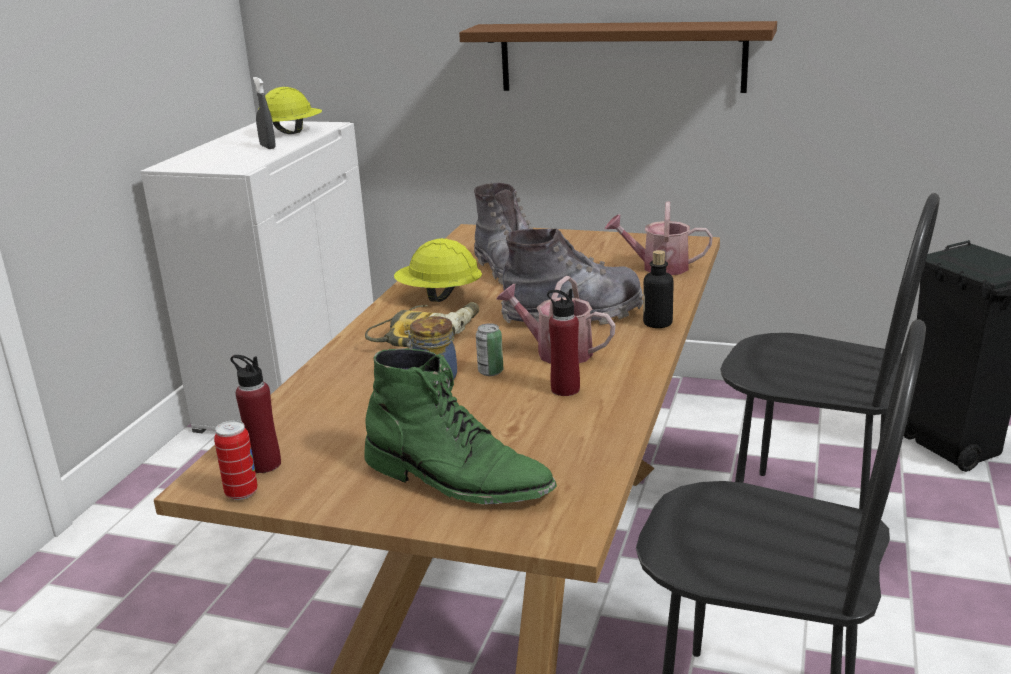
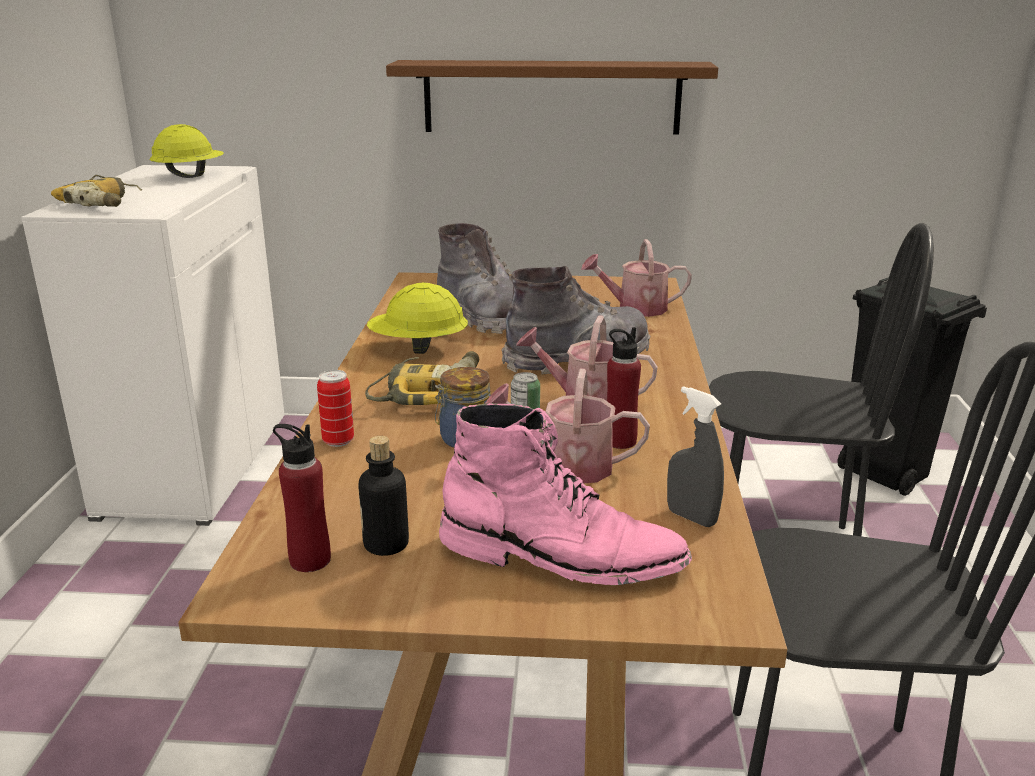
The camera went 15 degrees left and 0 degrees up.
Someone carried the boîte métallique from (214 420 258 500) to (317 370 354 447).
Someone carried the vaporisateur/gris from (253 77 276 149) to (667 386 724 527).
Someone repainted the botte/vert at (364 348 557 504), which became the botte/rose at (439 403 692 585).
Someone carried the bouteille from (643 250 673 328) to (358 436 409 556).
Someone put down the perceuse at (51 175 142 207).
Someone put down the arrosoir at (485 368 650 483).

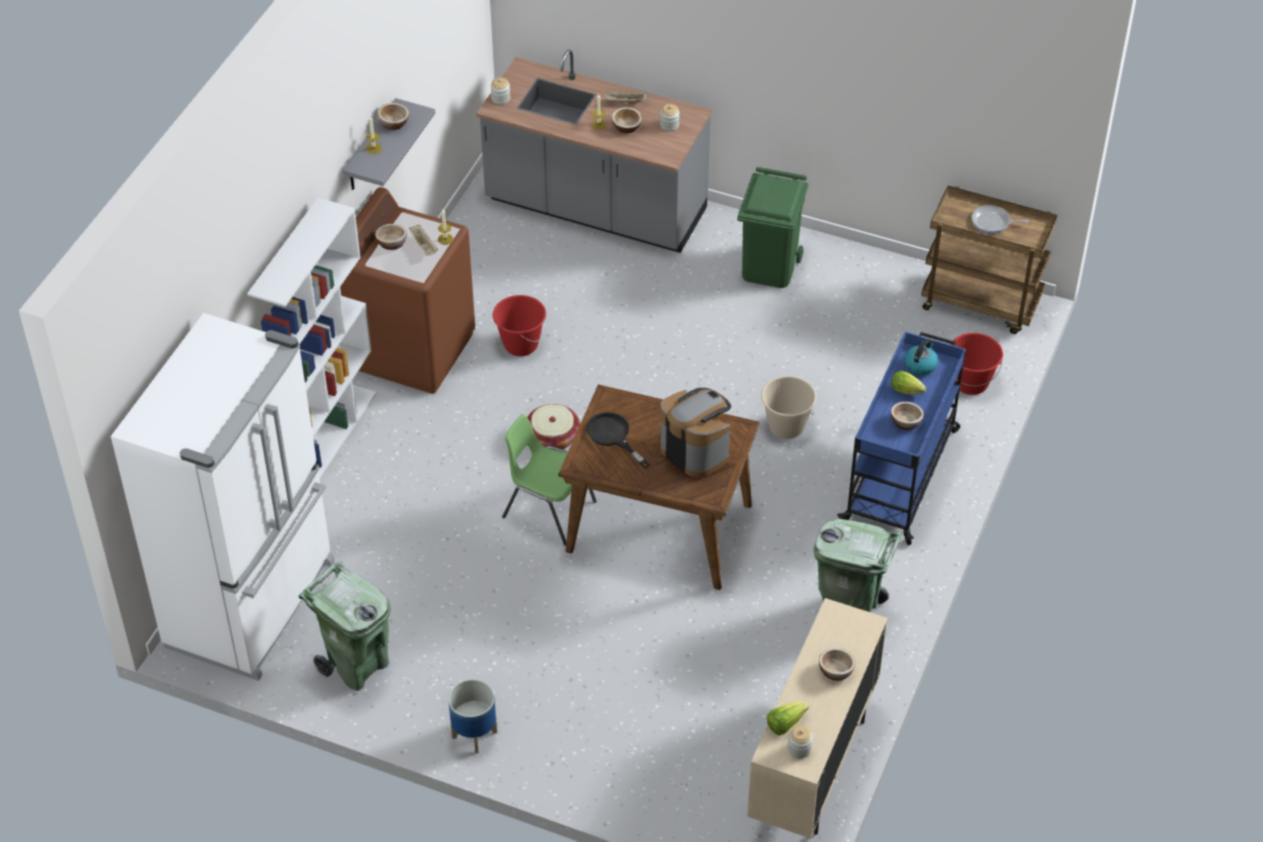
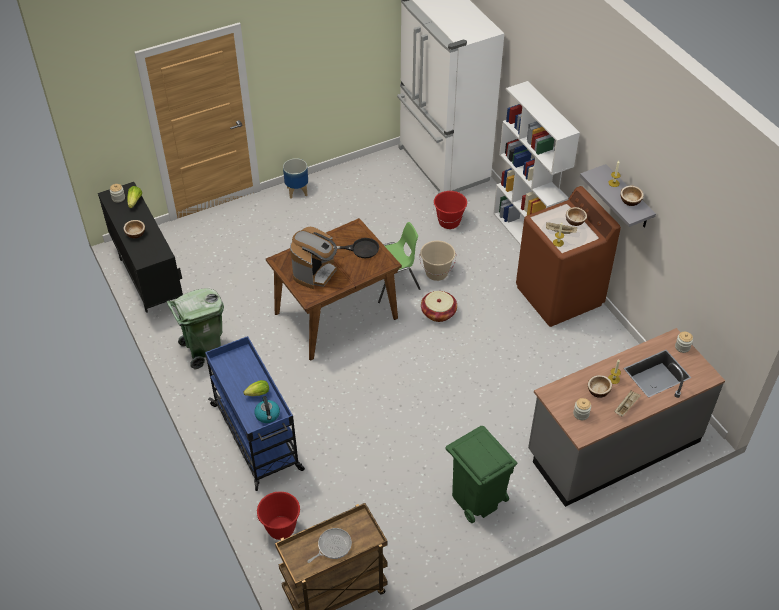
The camera went 130 degrees right and 0 degrees up.
Someone took away the poubelle/vert at (299 562 391 691).
Someone carried the seau/rouge from (493 295 546 356) to (433 191 467 229).
Someone rotated the machine à café at (660 388 732 478) by 60 degrees counterclockwise.
Someone repainted the meuble de rangement/beige at (747 598 888 839), which became the meuble de rangement/noir at (98 182 183 313).
Someone carried the seau/beige from (761 376 817 439) to (420 241 456 281).
Someone took away the bol at (891 402 924 430).

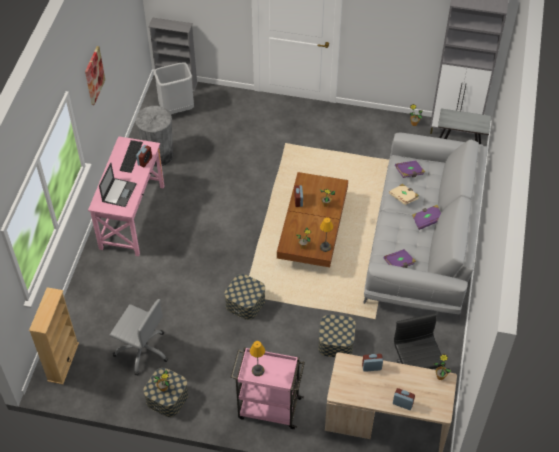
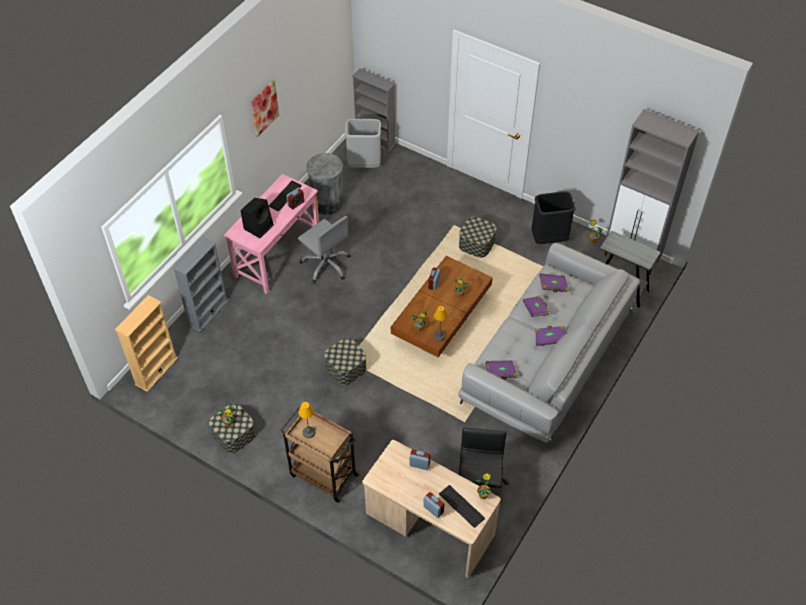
The camera went 20 degrees right and 0 degrees up.
Someone swapped the ordinateur portable at (99 163 136 207) for the enceinte/noir at (241 198 274 238).
Someone carried the chaise de bureau/gris from (110 299 168 375) to (298 216 350 284).
Someone repainted the chariot/rose at (231 347 305 429), which became the chariot/marron at (280 407 360 503).
Someone carried the boîte de rangement from (318 314 356 357) to (459 217 497 258).
Someone repainted the livre/beige at (389 184 419 205), which became the livre/violet at (523 295 550 317).
Someone put down the bibliothèque/gris at (173 236 228 332).
Someone put down the clavier at (439 485 485 528).
Someone put down the poubelle/noir at (531 191 576 244).

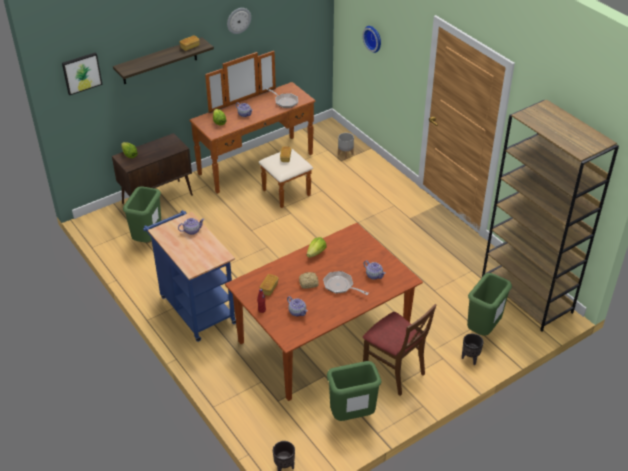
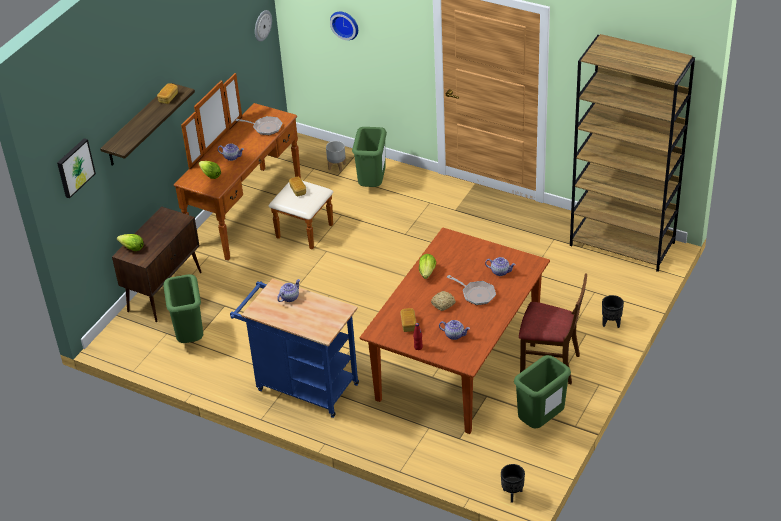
The camera went 25 degrees left and 0 degrees up.
Someone carried the horloge murale from (227 8 251 34) to (255 10 272 42).
Someone rotated the poêle at (323 271 369 295) by 150 degrees counterclockwise.
Someone carried the poubelle/vert from (467 273 512 336) to (352 127 387 187).

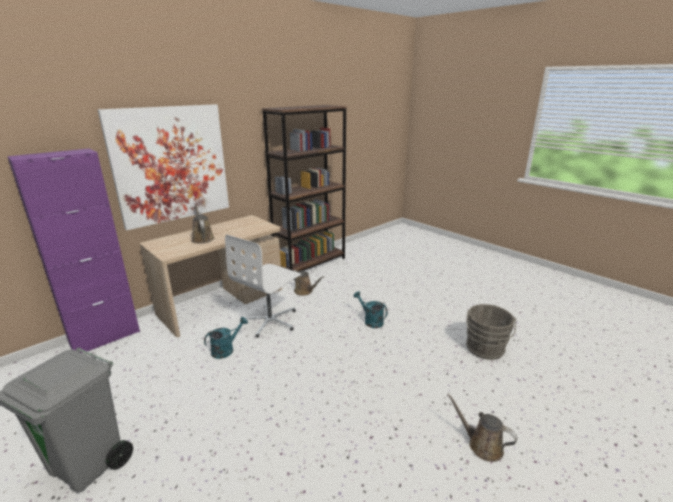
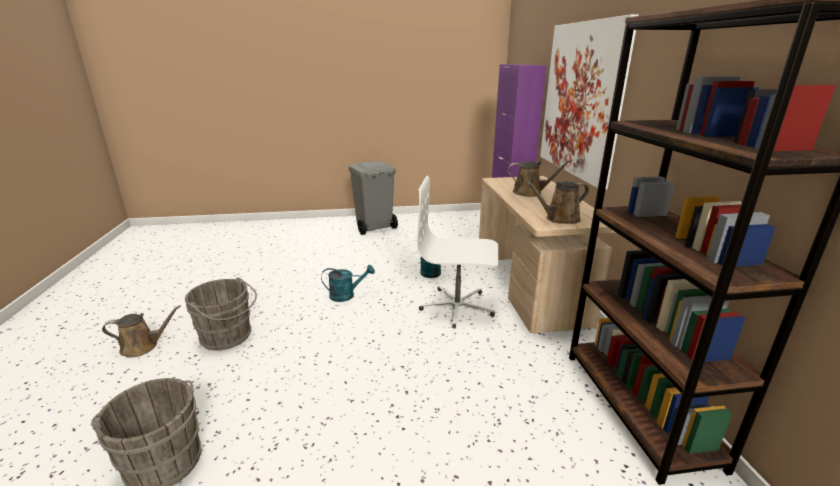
The camera went 125 degrees right and 0 degrees up.
Someone rotated the chaise de bureau/blanc at (225 235 301 338) by 60 degrees counterclockwise.
Someone carried the arrosoir/marron from (294 270 324 296) to (526 181 589 224).
Someone carried the arrosoir/turquoise from (354 291 388 328) to (321 265 375 302).
Someone put down the seau/gris at (185 277 257 351).

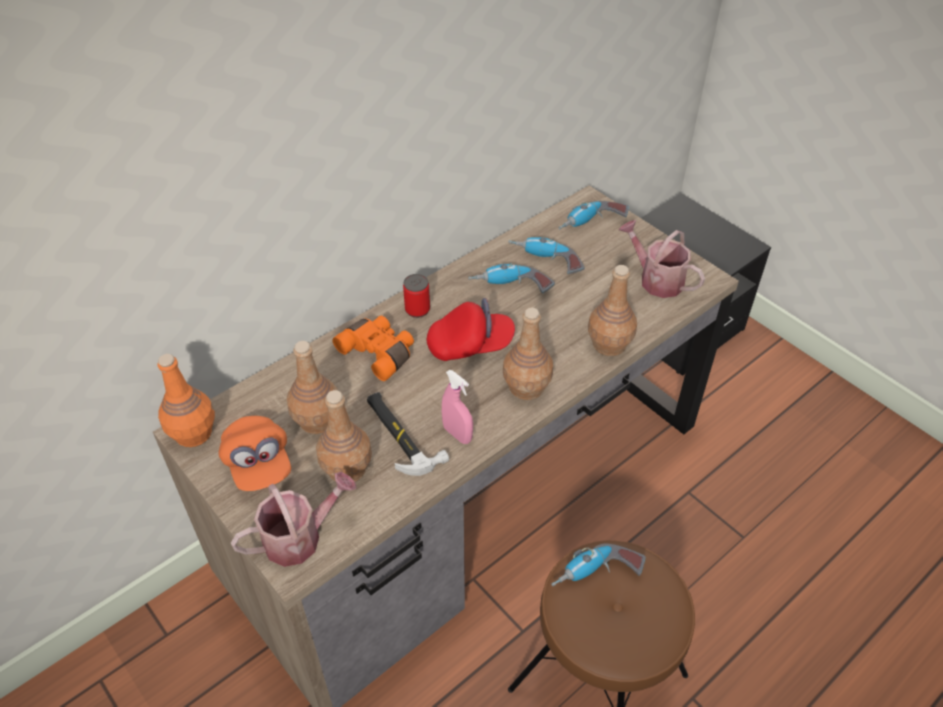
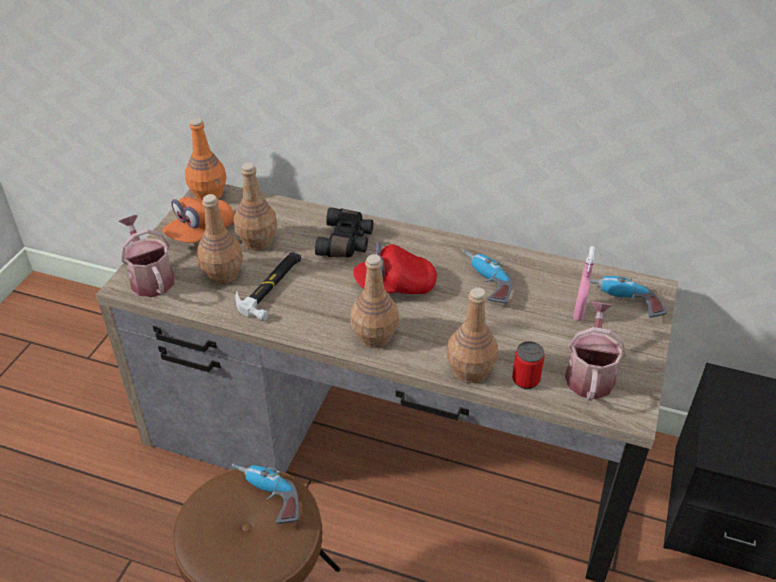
The camera went 60 degrees right and 5 degrees down.
Someone rotated the arrosoir at (231 472 356 567) by 150 degrees counterclockwise.
Someone repainted the jumelles/orange at (332 316 414 381), which became the jumelles/noir at (315 208 373 257).
Someone carried the boîte métallique from (403 274 430 318) to (512 341 544 389).
Someone rotated the casquette/rouge at (426 298 515 361) by 120 degrees clockwise.
Someone carried the vaporisateur/rose from (442 370 473 444) to (573 246 595 321).
Someone took away the perceuse at (508 237 585 274).

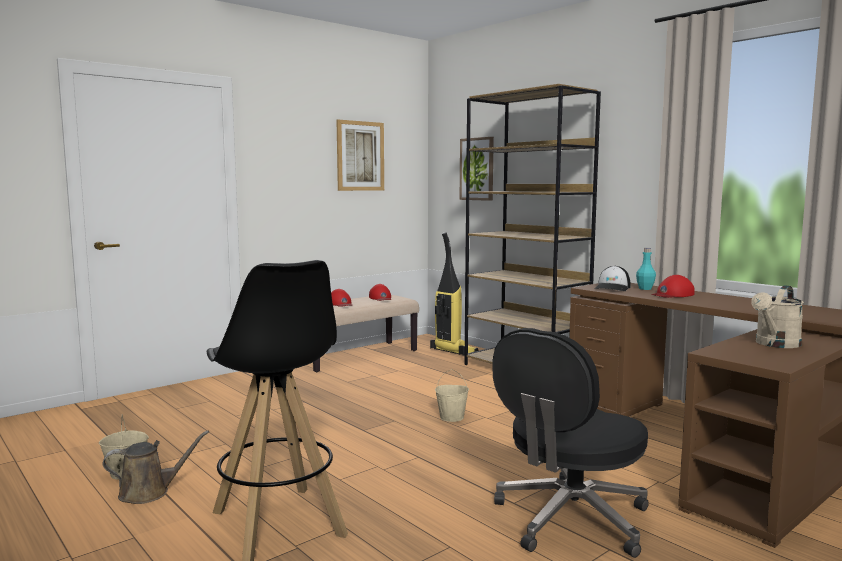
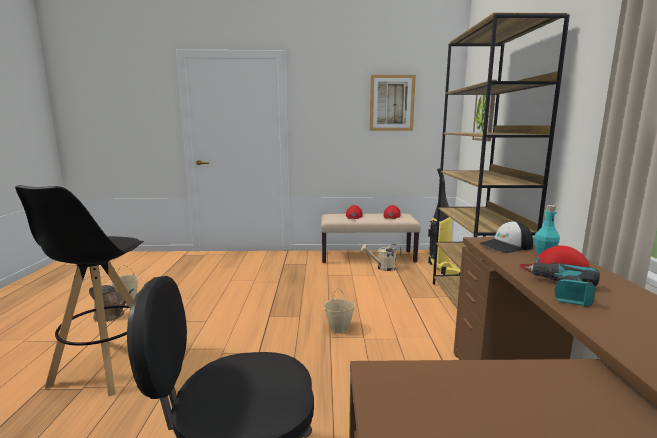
The camera went 40 degrees right and 5 degrees up.
Someone carried the arrosoir/beige from (751 285 804 348) to (361 244 401 271).
Someone put down the perceuse at (525 263 600 307).

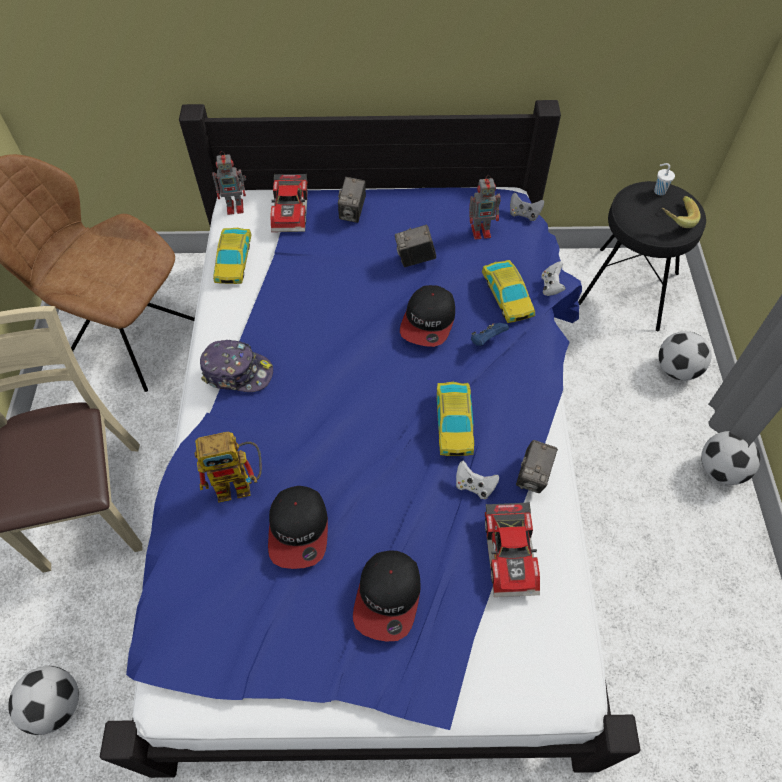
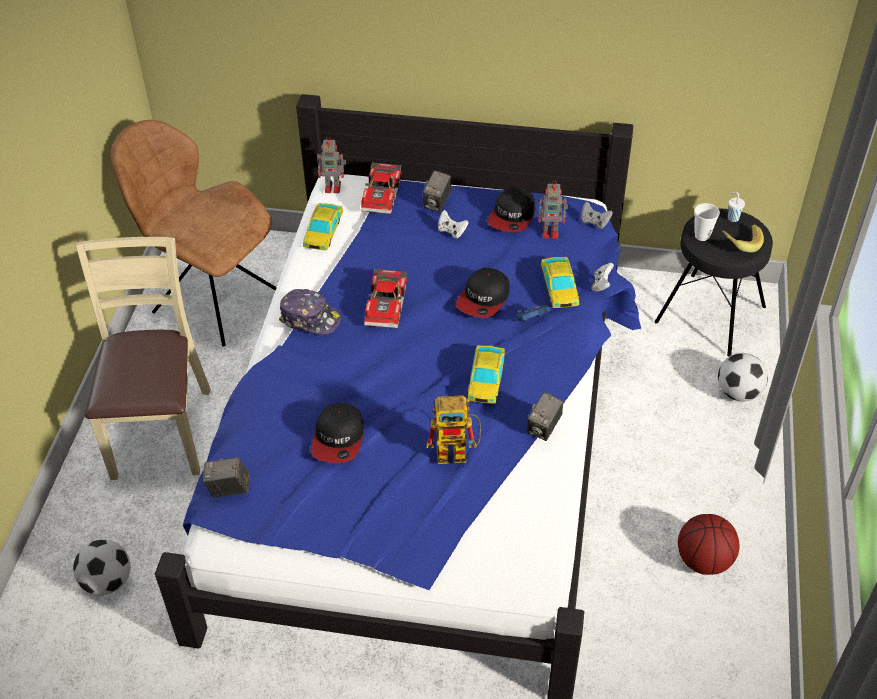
The camera went 10 degrees right and 10 degrees down.
Someone carried the robot jouet from (194 432 262 503) to (426 395 481 464).
Someone carried the casquette from (353 551 420 642) to (487 187 535 233).
Someone carried the appareil photo from (395 225 436 267) to (203 457 250 498).
Someone carried the manette/blanc from (456 461 499 499) to (438 210 469 238).
Someone carried the petite voiture from (485 502 540 597) to (364 269 407 328).
Someone took away the ballon de foot at (701 431 760 485).
Someone put down the ballon de basket at (678 514 740 575).
Someone put down the tasse at (694 203 720 241).

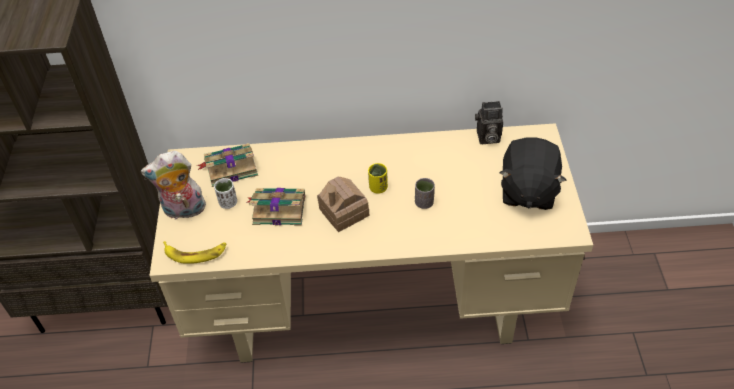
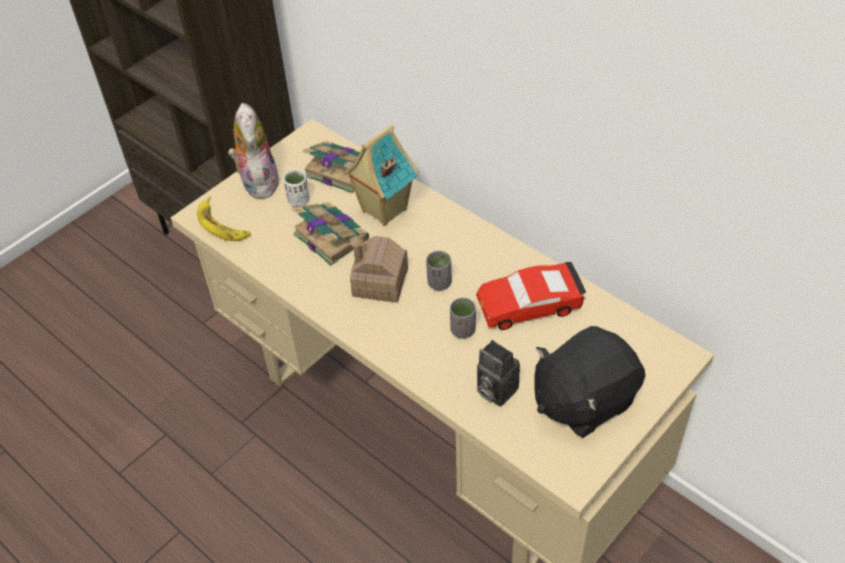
The camera went 45 degrees right and 0 degrees up.
Someone rotated the peluche at (141 151 206 219) by 45 degrees clockwise.
Someone repainted the tasse/jaune at (368 163 388 194), which became the tasse/gris at (426 251 452 290).
Someone carried the appareil photo from (475 101 503 144) to (477 340 520 407).
Someone put down the maison miniature at (344 124 419 226).
Someone put down the petite voiture/rouge at (476 262 586 330).

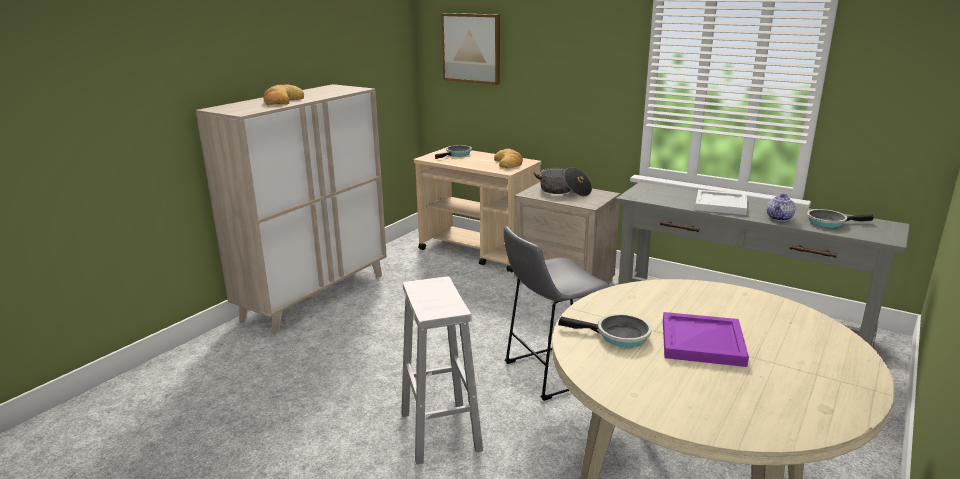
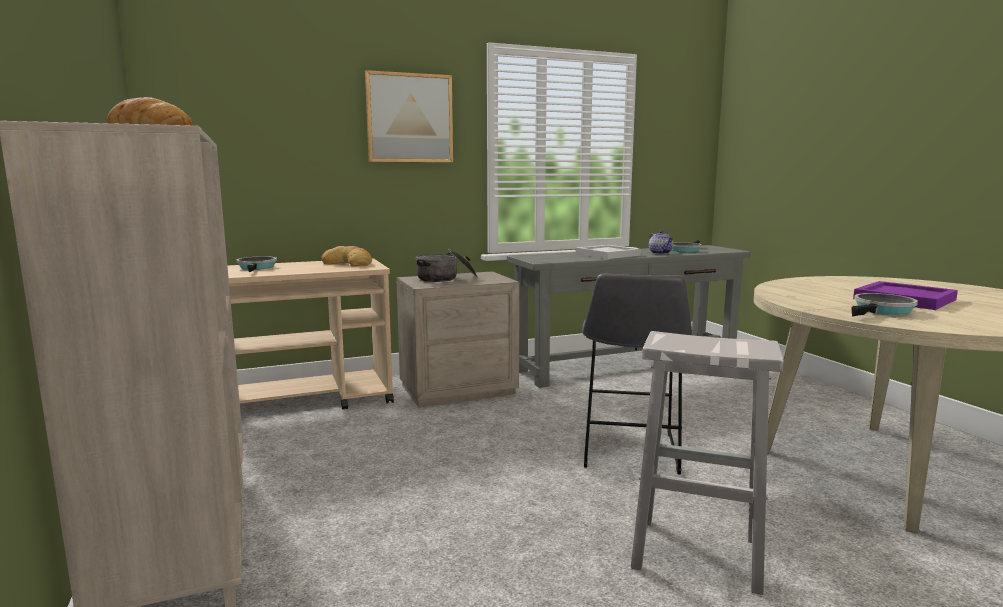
The camera went 55 degrees left and 10 degrees down.
Someone carried the tableau from (441 13 500 85) to (365 70 453 162).

